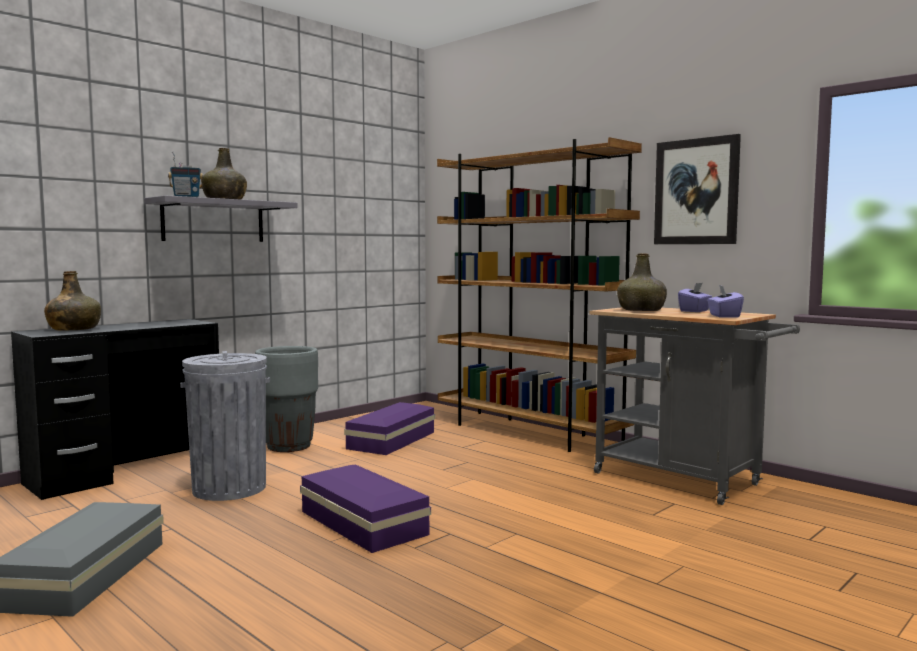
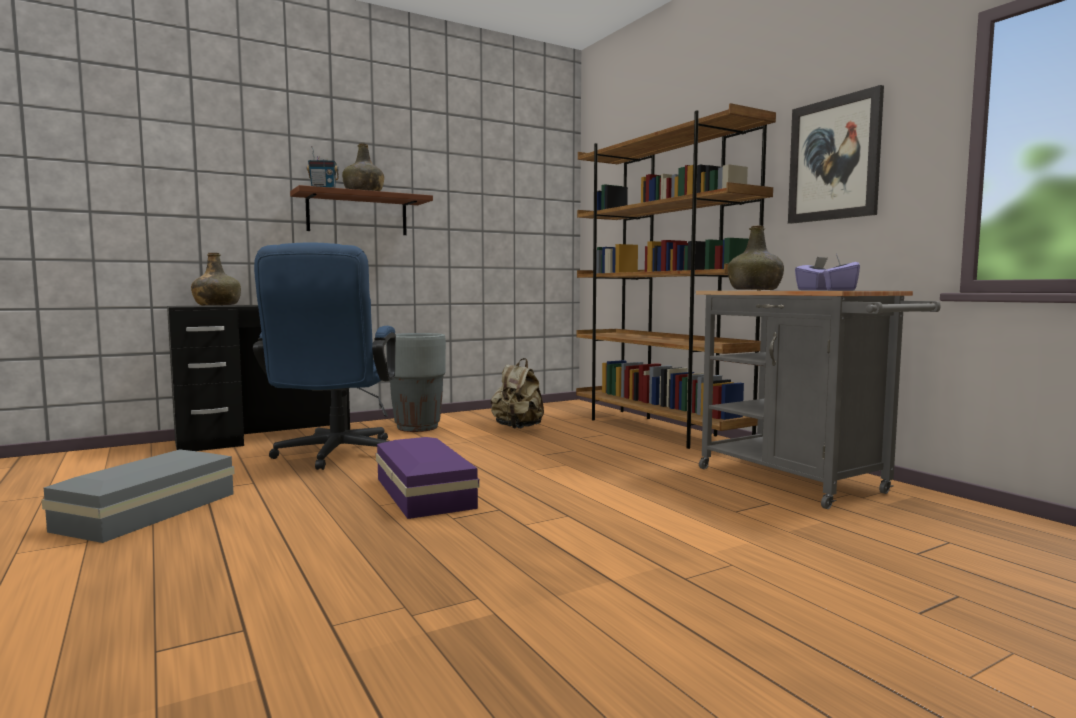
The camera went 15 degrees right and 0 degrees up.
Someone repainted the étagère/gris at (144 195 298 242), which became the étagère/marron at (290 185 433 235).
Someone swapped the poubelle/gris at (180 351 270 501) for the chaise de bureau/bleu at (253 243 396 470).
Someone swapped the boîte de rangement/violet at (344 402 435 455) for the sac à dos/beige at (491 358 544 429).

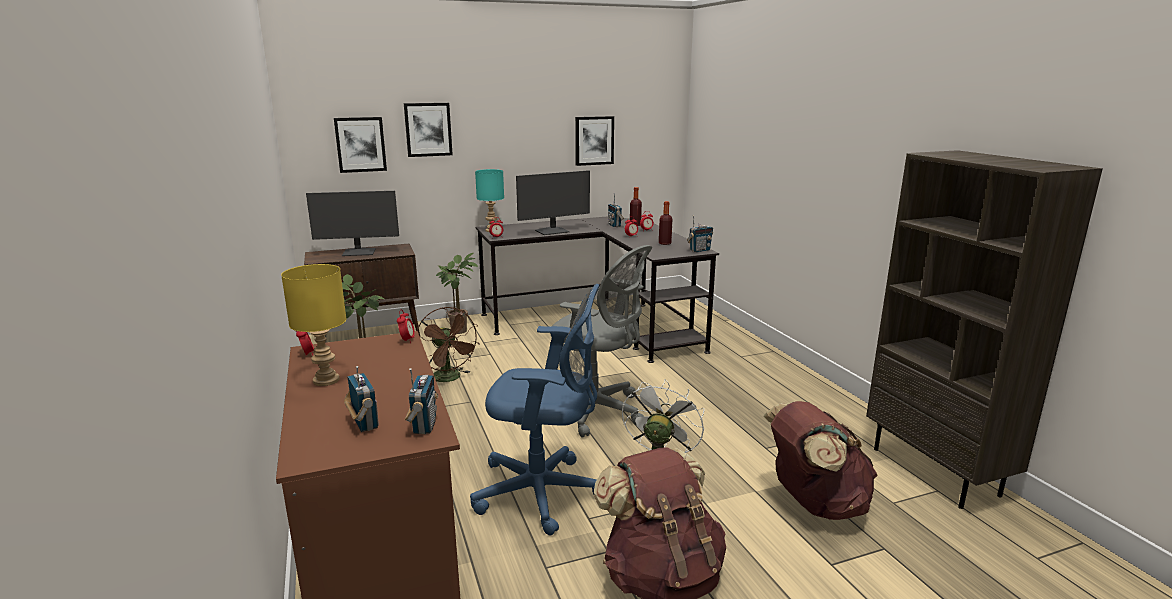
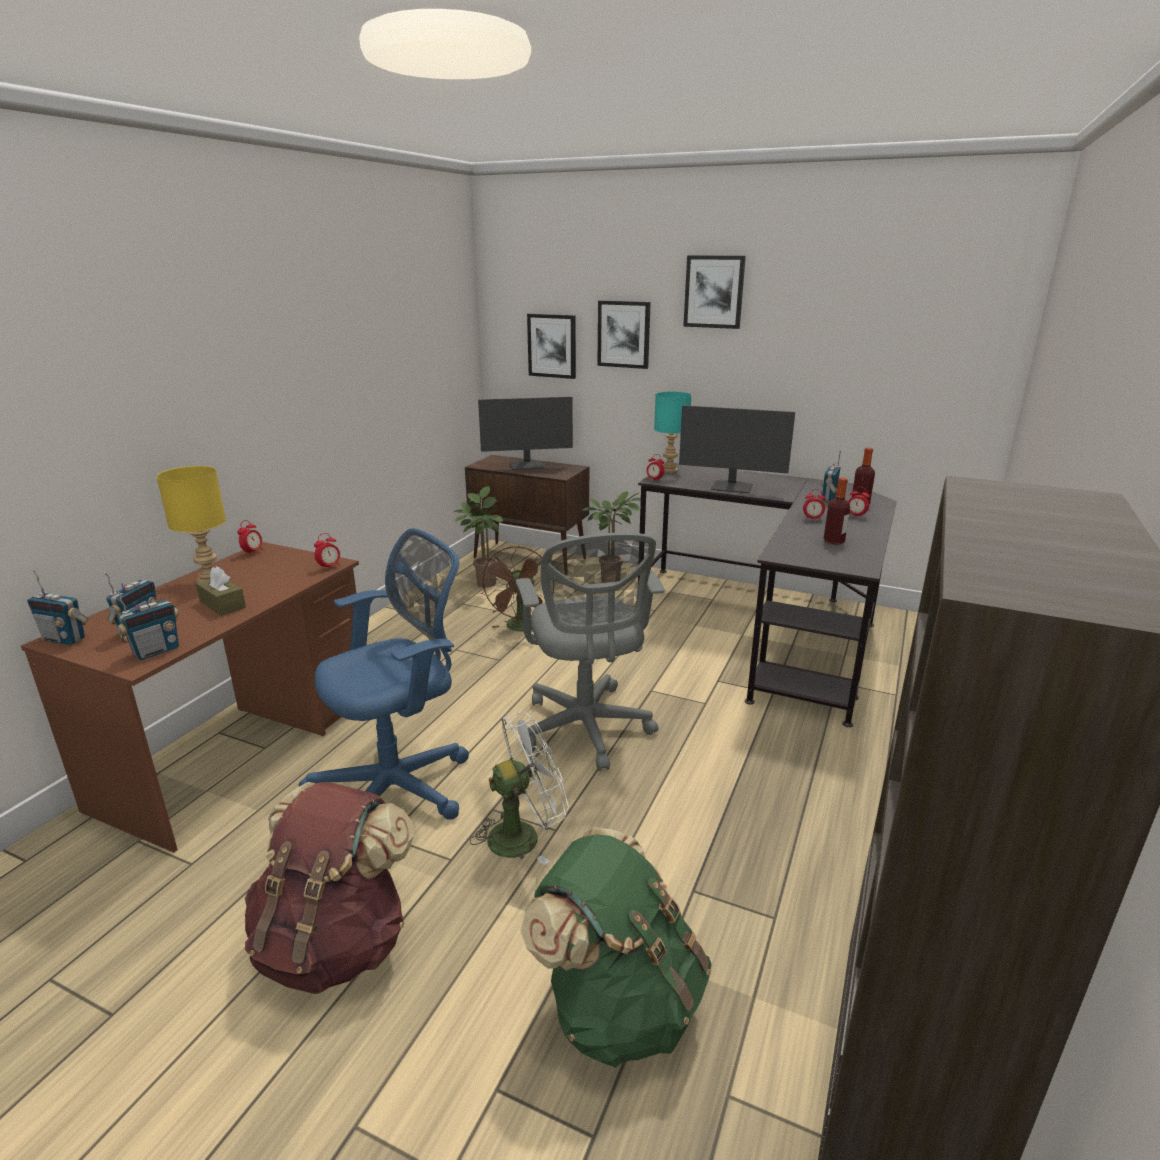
The camera went 45 degrees right and 5 degrees up.
Someone rotated the écran d'ordinateur at (306 191 399 256) by 45 degrees counterclockwise.
Someone rotated the chaise de bureau/bleu at (470 284 600 536) by 90 degrees counterclockwise.
Someone carried the tableau from (575 116 614 166) to (683 255 746 329).
Someone carried the radio from (687 215 713 252) to (27 570 89 645).
Someone repainted the sac à dos/marron at (763 401 878 520), which became the sac à dos/vert at (520 827 712 1068).
Someone put down the boîte à mouchoirs/marron at (196 566 246 616).

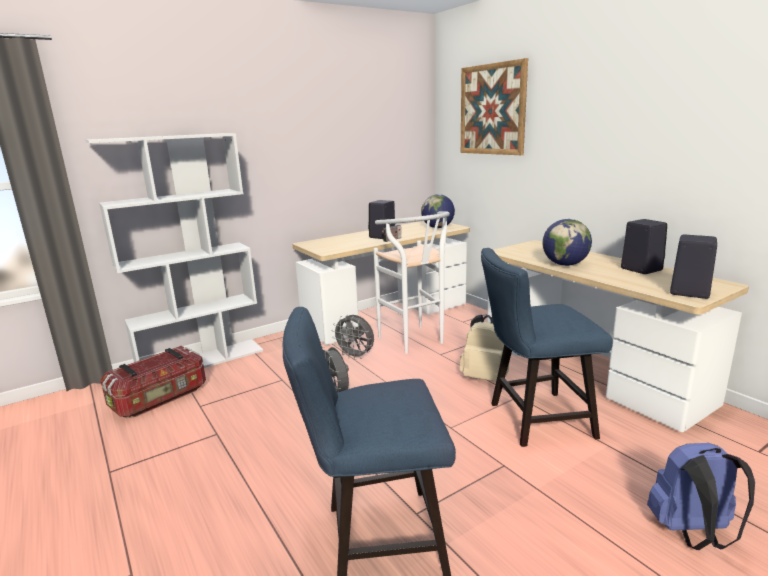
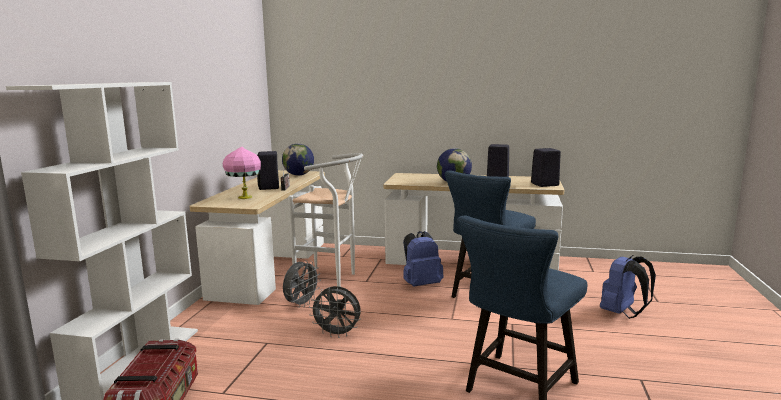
The camera went 45 degrees left and 5 degrees down.
Someone rotated the ventilateur/gris at (332 315 374 360) by 45 degrees counterclockwise.
Someone repainted the sac à dos/beige at (460 315 509 382), which became the sac à dos/bleu at (403 231 443 287).
Someone took away the tableau at (461 58 528 155).
Someone put down the lampe de table/rose at (223 147 261 199).

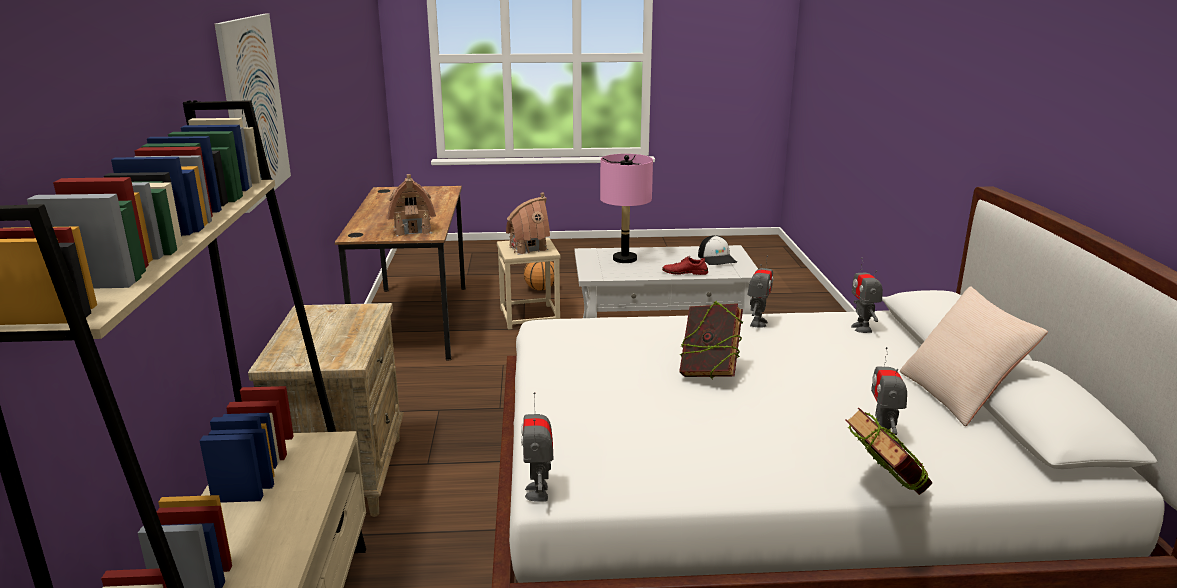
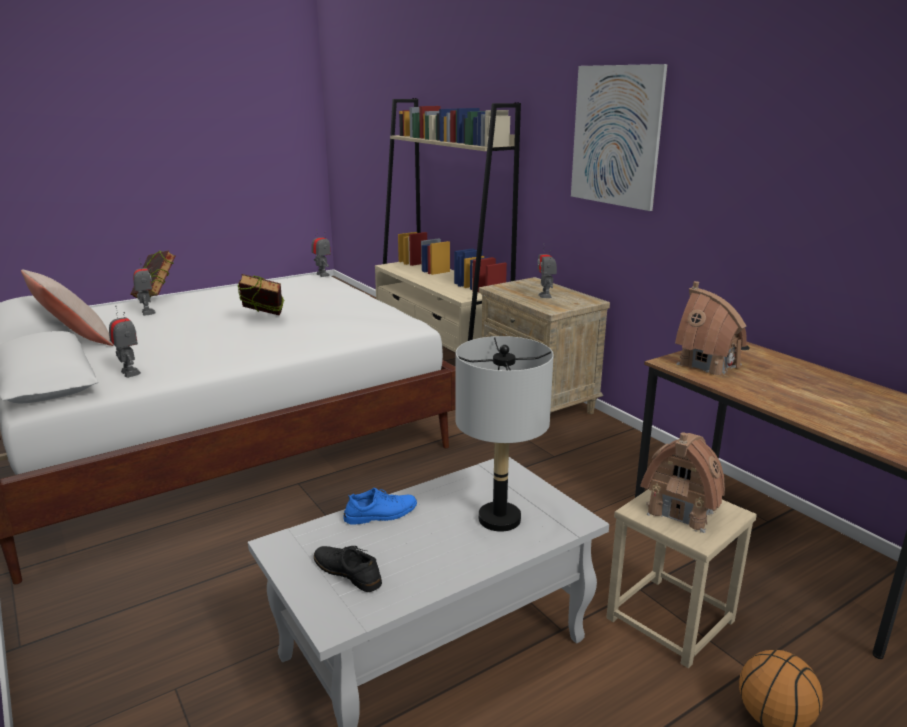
The camera went 150 degrees right and 0 degrees up.
Someone repainted the lampe de table/rose at (600 154 653 263), which became the lampe de table/gris at (456 336 554 532).
Someone repainted the chaussure/rouge at (662 256 708 275), which became the chaussure/bleu at (343 488 417 525).
Someone swapped the casquette at (698 235 737 265) for the chaussure/noir at (314 546 382 592).
Someone carried the robot jouet from (747 255 774 328) to (538 243 557 298).

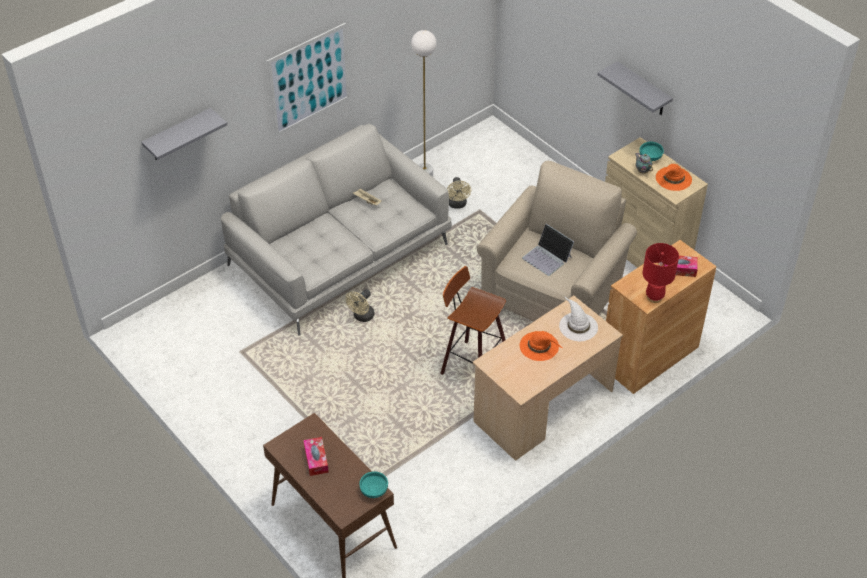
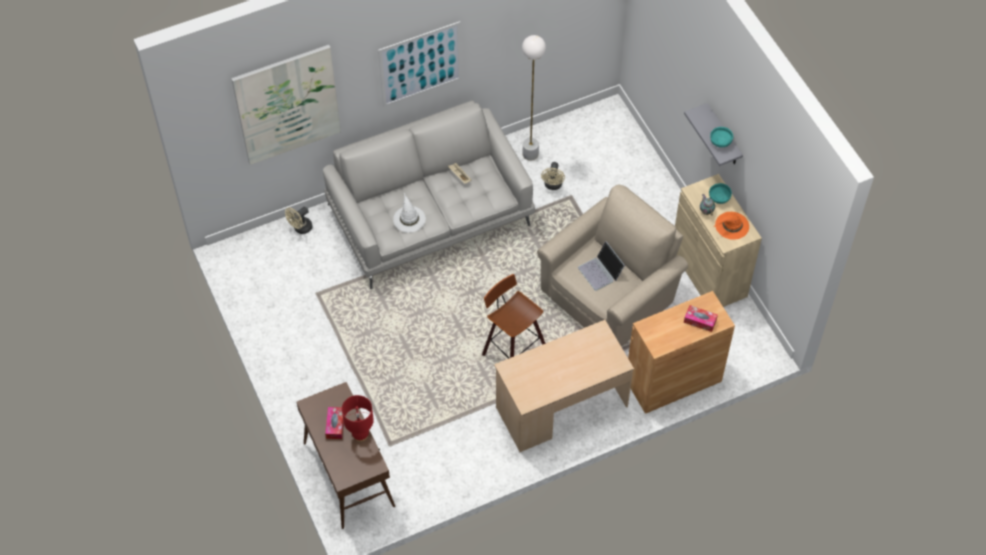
The camera went 15 degrees right and 10 degrees up.
Someone swapped the étagère/gris at (141 108 227 160) for the tableau at (231 45 341 165).
Someone carried the ventilateur/beige from (345 289 374 322) to (285 207 312 234).
Someone carried the bol/turquoise from (359 471 388 498) to (710 127 733 147).
Someone took away the chapeau/orange at (520 331 562 361).
Someone carried the chapeau/blanc from (559 297 598 341) to (393 193 426 233).
Someone carried the lampe de table/rouge from (642 243 679 303) to (342 395 374 442).

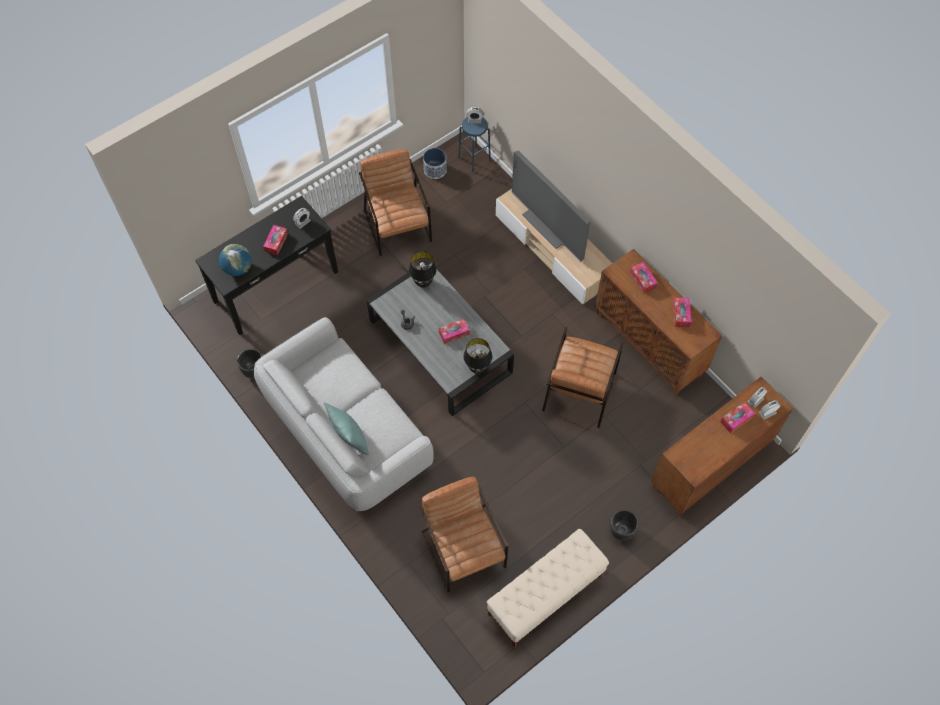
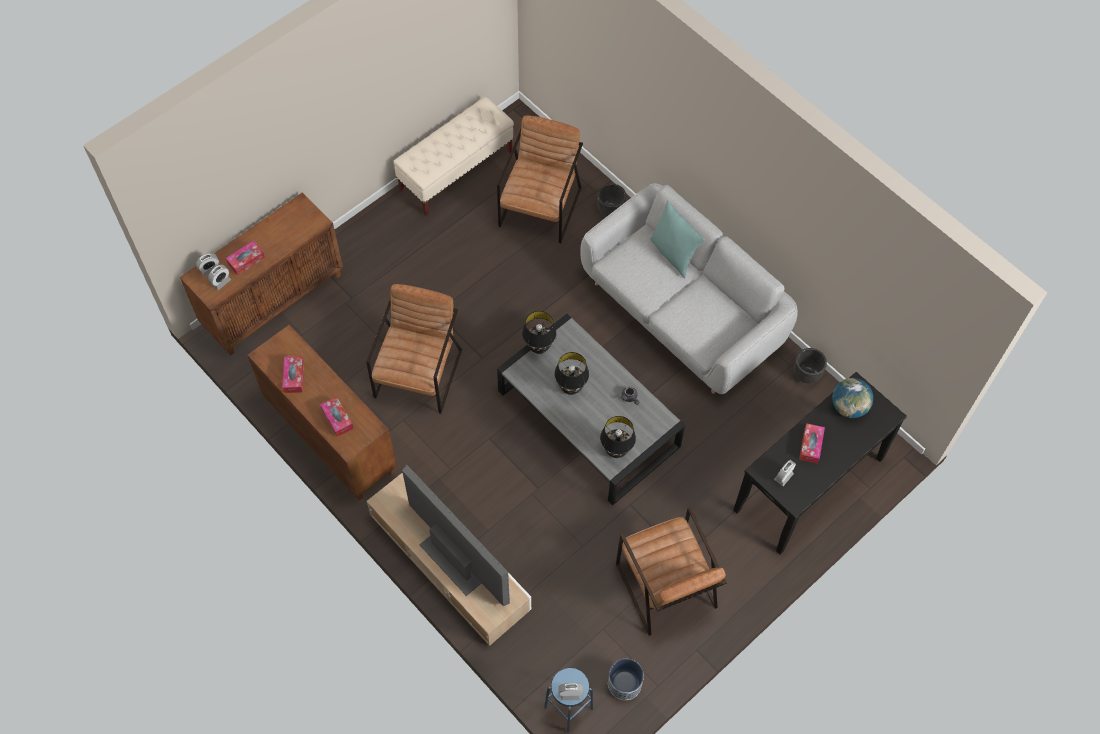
The camera went 175 degrees right and 0 degrees up.
Someone rotated the fauteuil/marron at (419 477 508 592) by 135 degrees counterclockwise.
Someone swapped the boîte à mouchoirs at (439 319 469 344) for the lampe de table/noir at (554 352 589 395).
Someone carried the cache-pot/noir from (610 509 639 541) to (597 184 627 217).

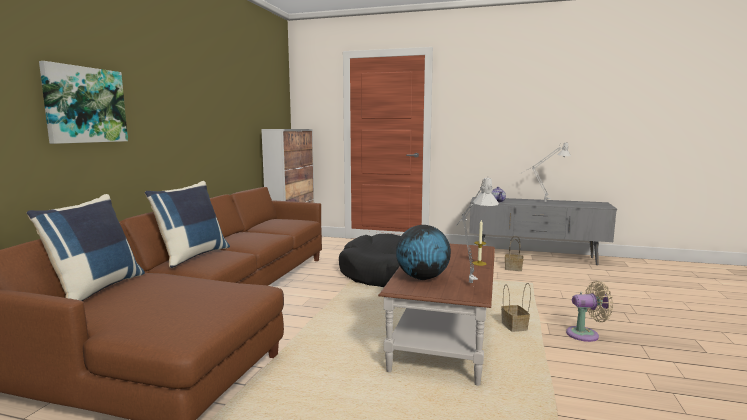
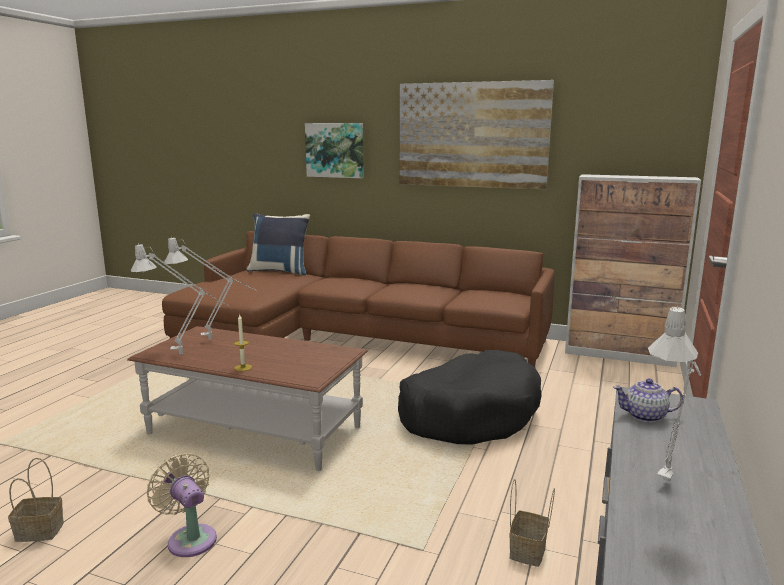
The camera went 95 degrees right and 5 degrees up.
Someone took away the coussin/bleu at (145 181 230 268).
Someone swapped the globe at (396 225 451 280) for the lampe de table/gris at (164 236 256 340).
Someone carried the panier from (501 283 531 332) to (8 458 64 542).
Someone rotated the ventilateur/beige at (566 281 613 342) by 135 degrees clockwise.
Someone put up the tableau at (400 80 554 189).

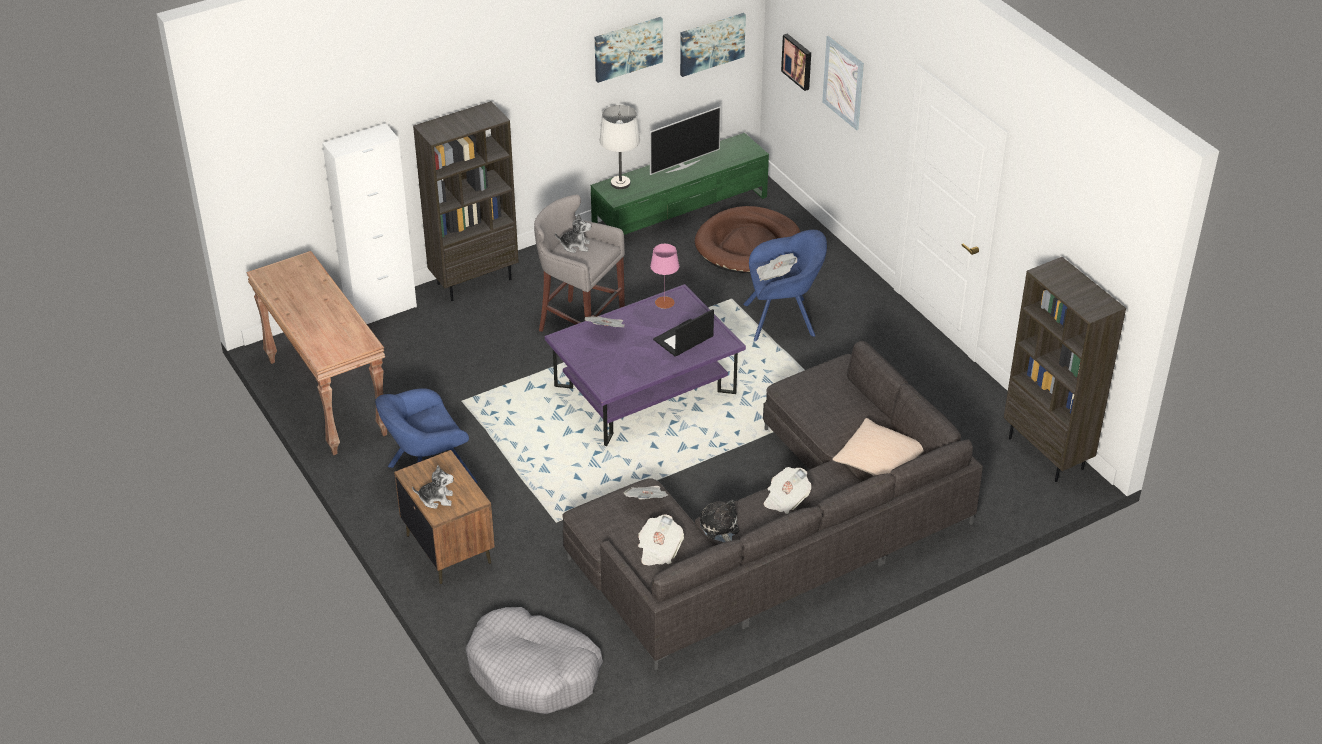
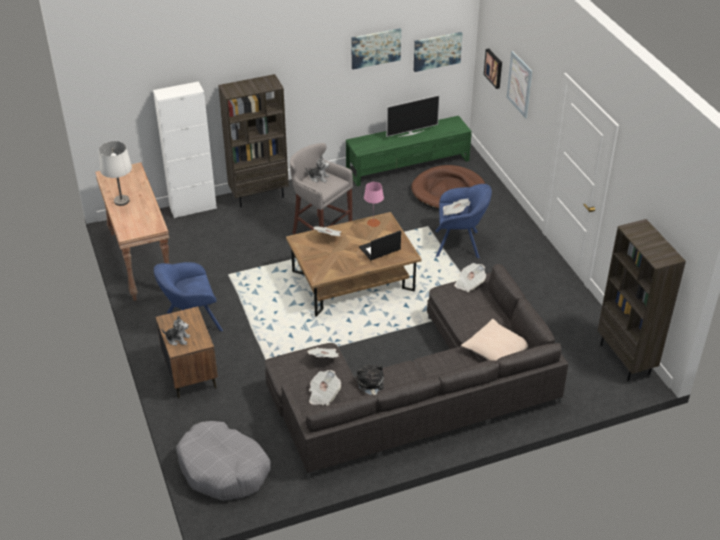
The camera went 10 degrees right and 0 degrees up.
Someone repainted the table basse/violet at (545 284 746 446), which became the table basse/marron at (286 212 422 317).
Someone carried the lampe de table/blanc from (600 105 640 189) to (99 141 132 206).
Someone carried the journal from (764 467 811 514) to (454 263 486 292).

